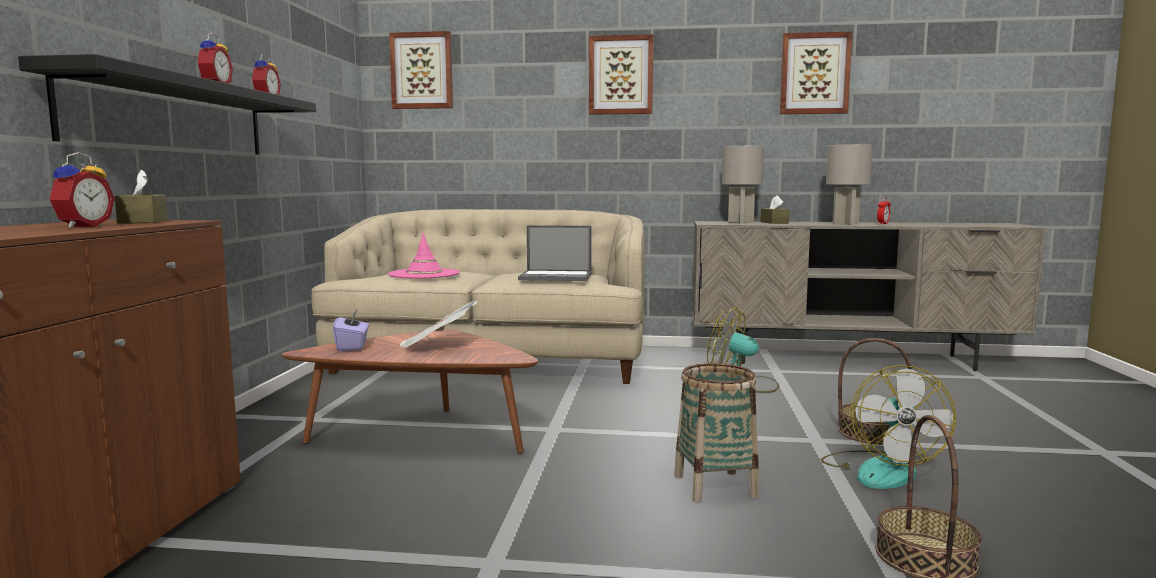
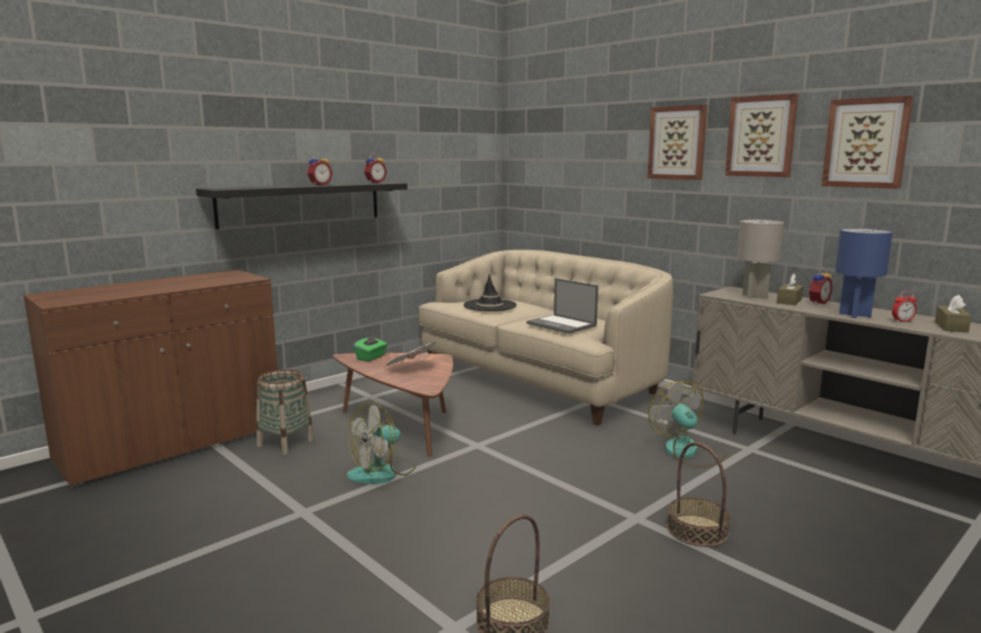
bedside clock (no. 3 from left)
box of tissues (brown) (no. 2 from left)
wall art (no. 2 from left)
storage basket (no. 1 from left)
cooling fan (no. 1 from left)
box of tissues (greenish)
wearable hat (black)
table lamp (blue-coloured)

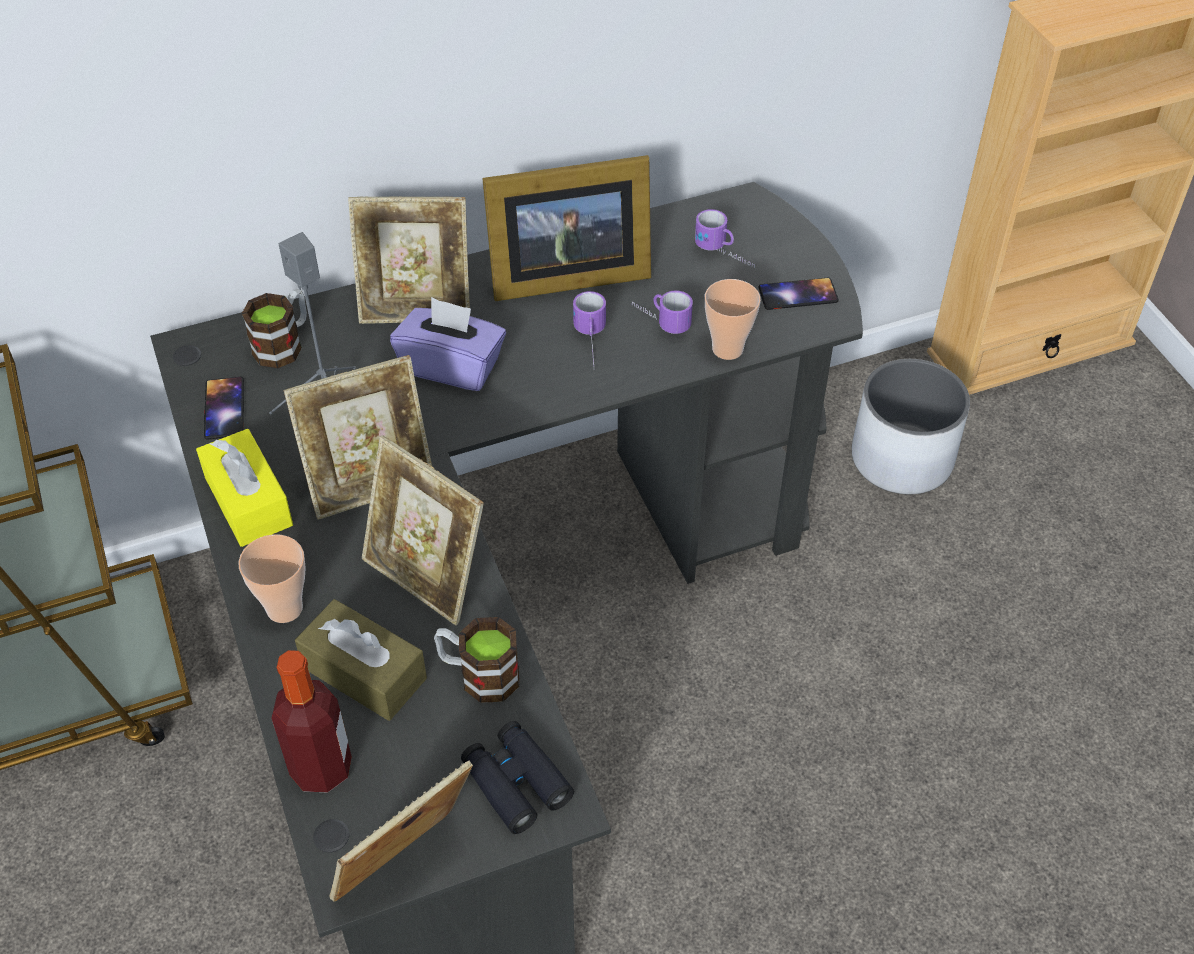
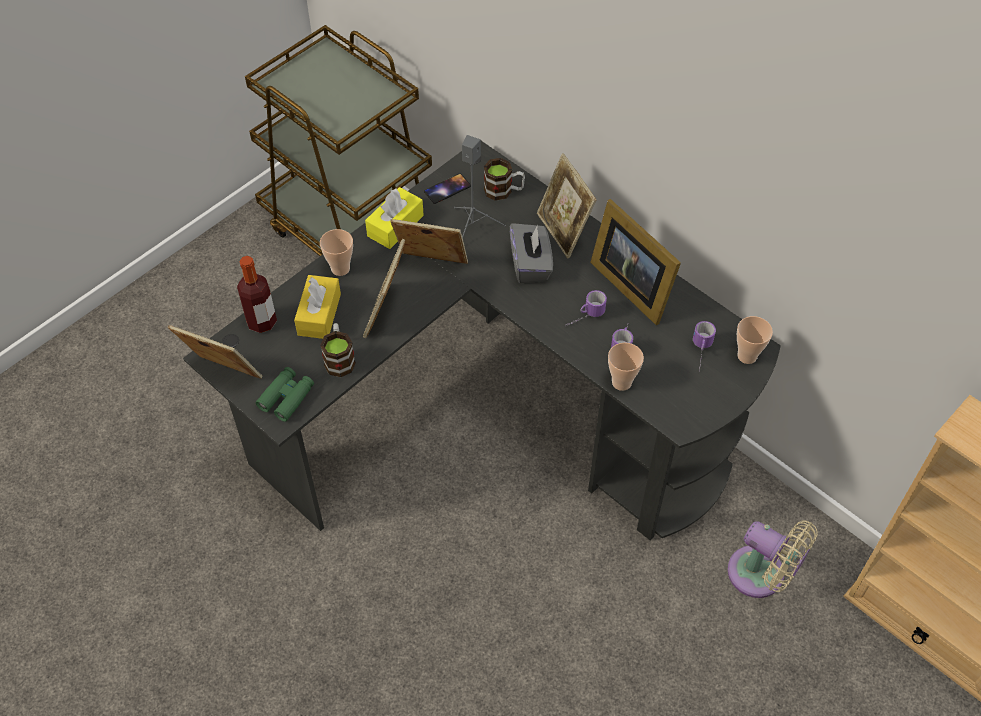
phone (no. 2 from left in the first image)
cup (no. 3 from left)
cooling fan (beige-coloured)
box of tissues (yellowish) (no. 1 from left)
box of tissues (gray)
binoculars (greenish)
picture frame (no. 3 from left)

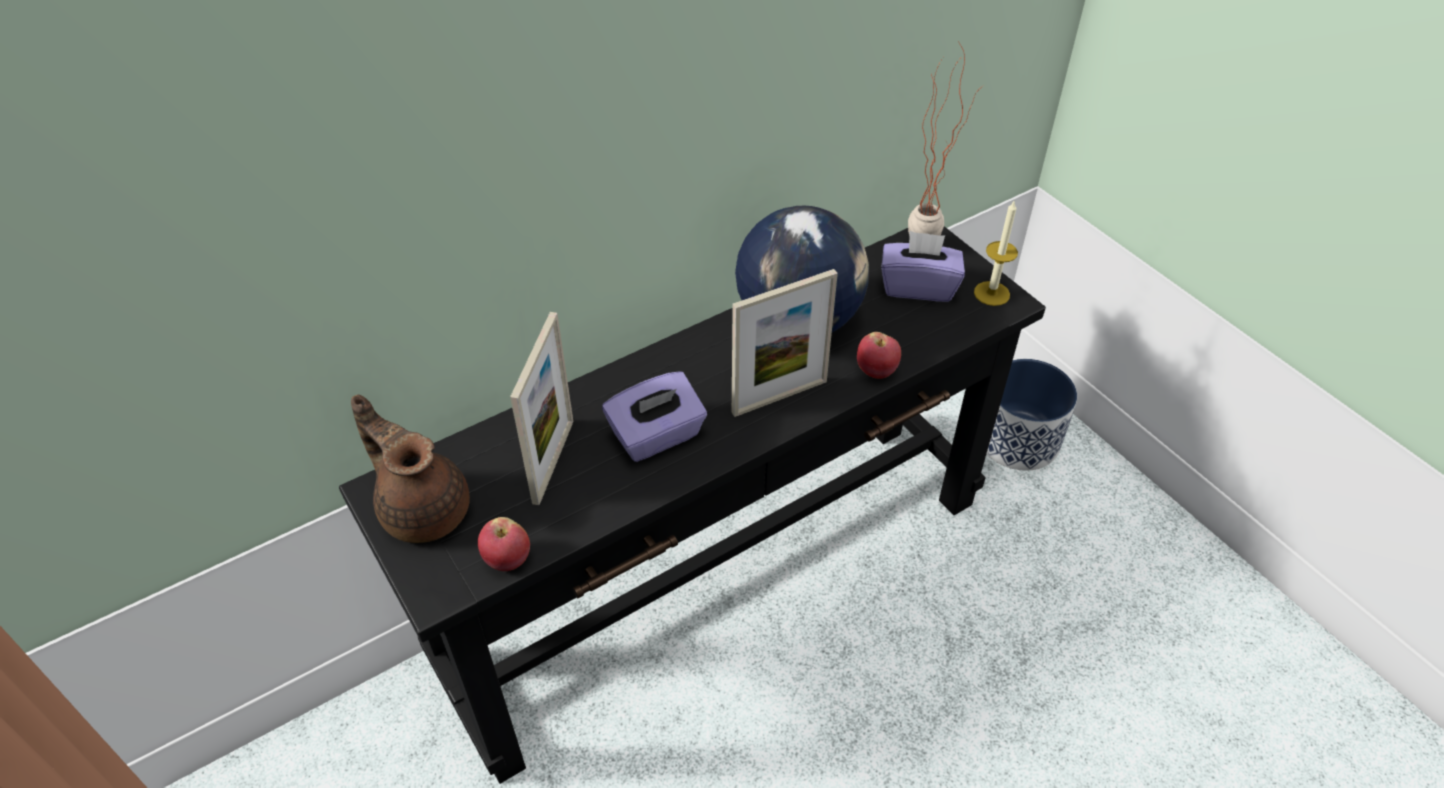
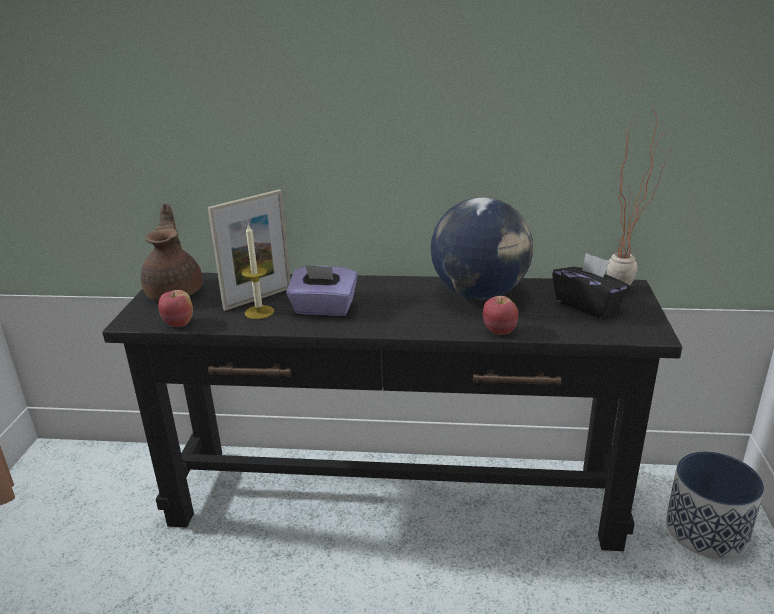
picture frame (no. 2 from left in the first image)
wax candle
box of tissues (black)

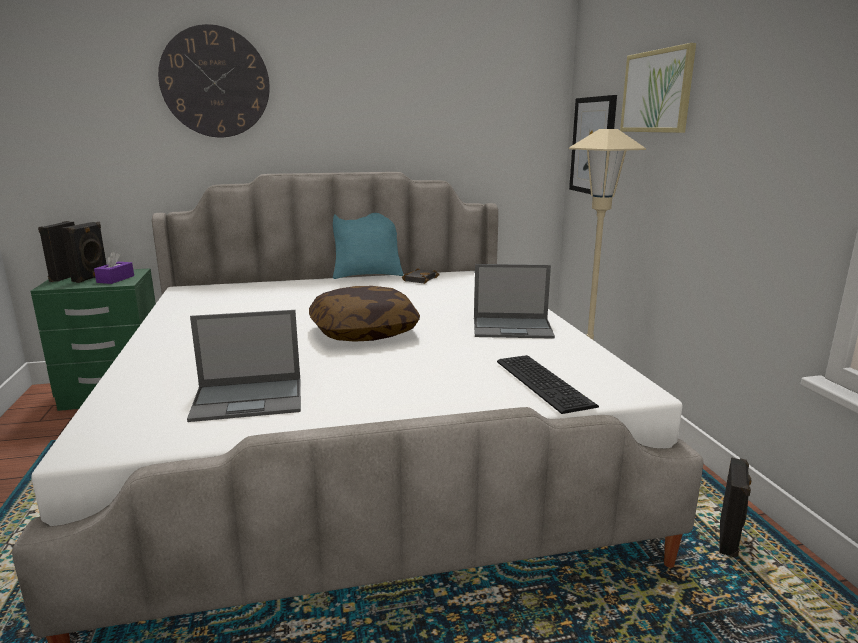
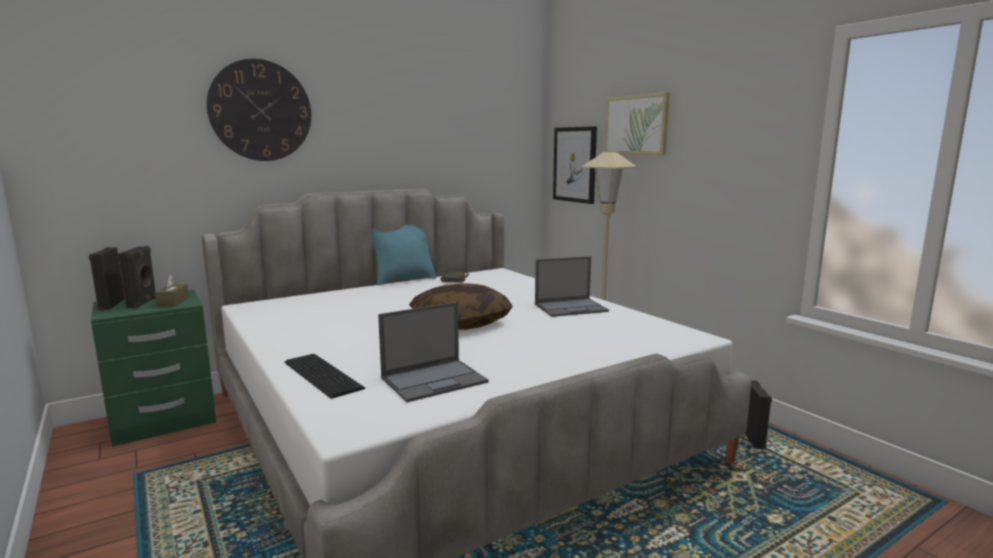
PC keyboard
box of tissues (brown)

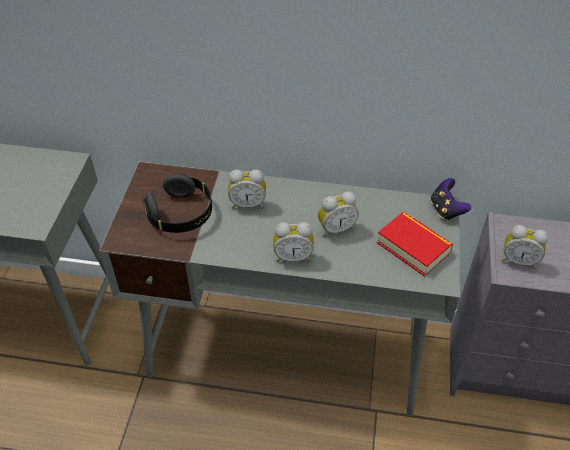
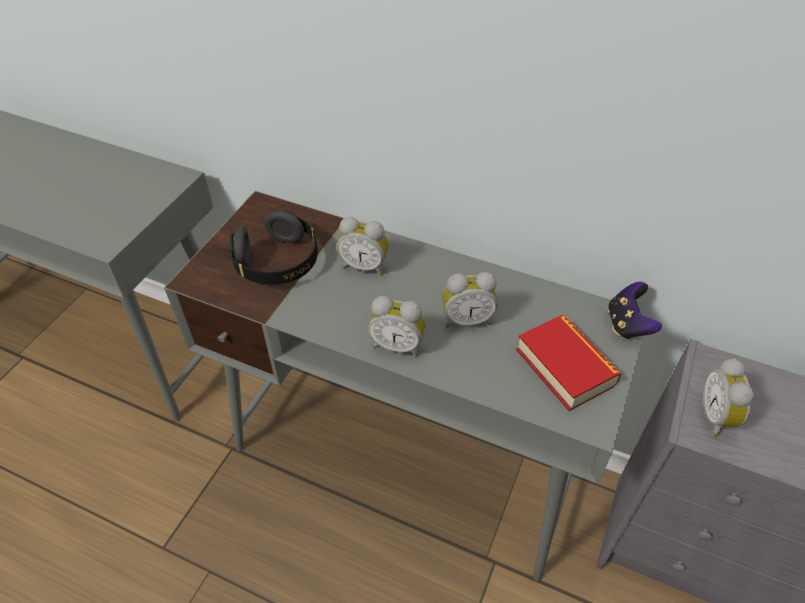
bedside clock (no. 4 from left)

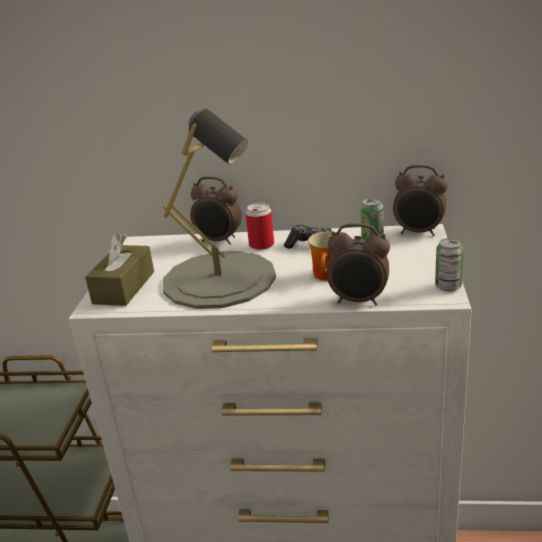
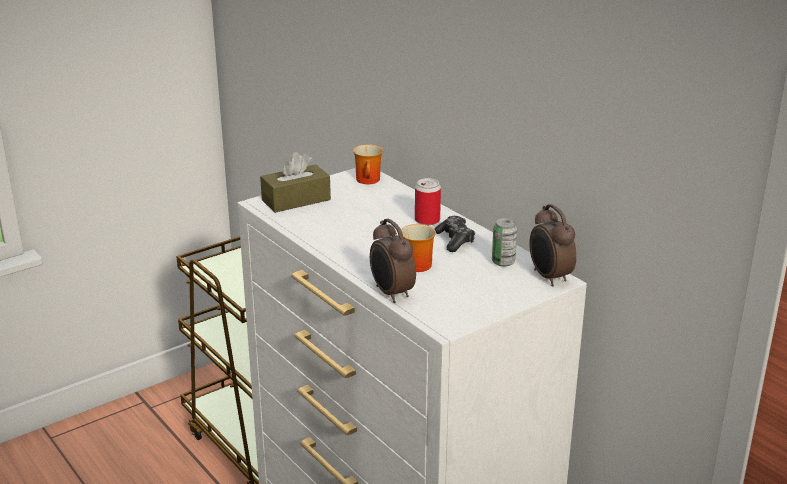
table lamp (gray)
bedside clock (no. 1 from left in the first image)
can (no. 3 from left in the first image)
mug (no. 1 from left)

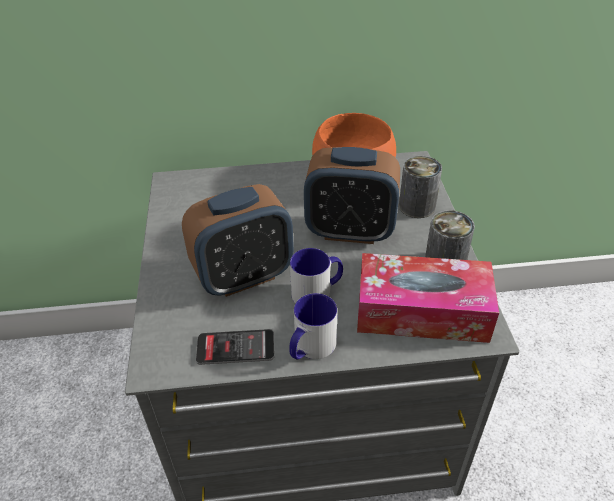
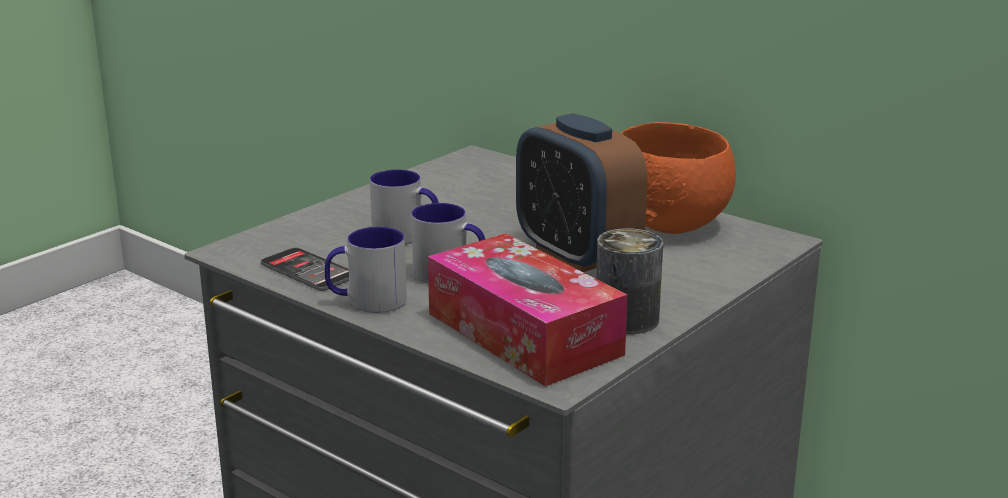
can (no. 1 from left in the first image)
mug (no. 2 from left)

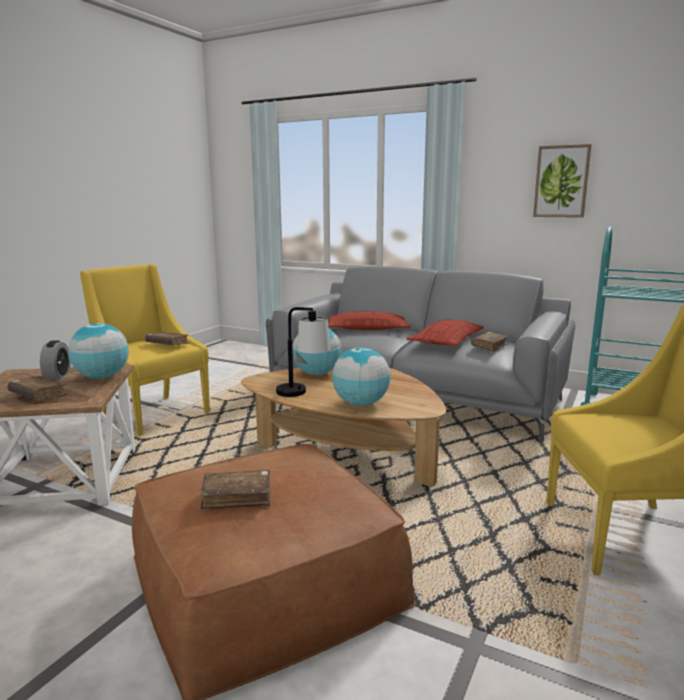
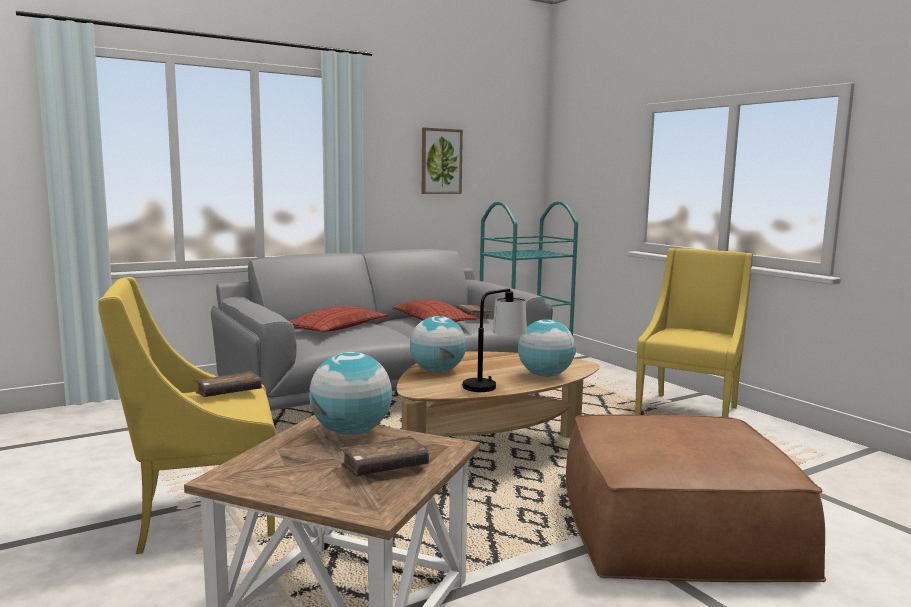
bedside clock
book (brown) (no. 3 from left in the first image)

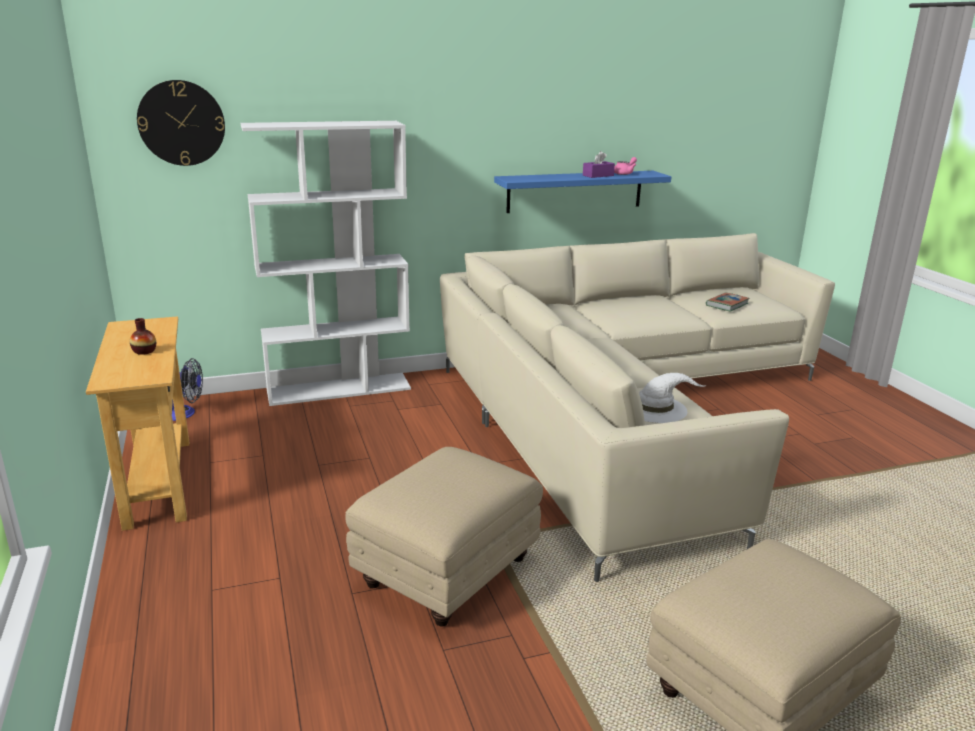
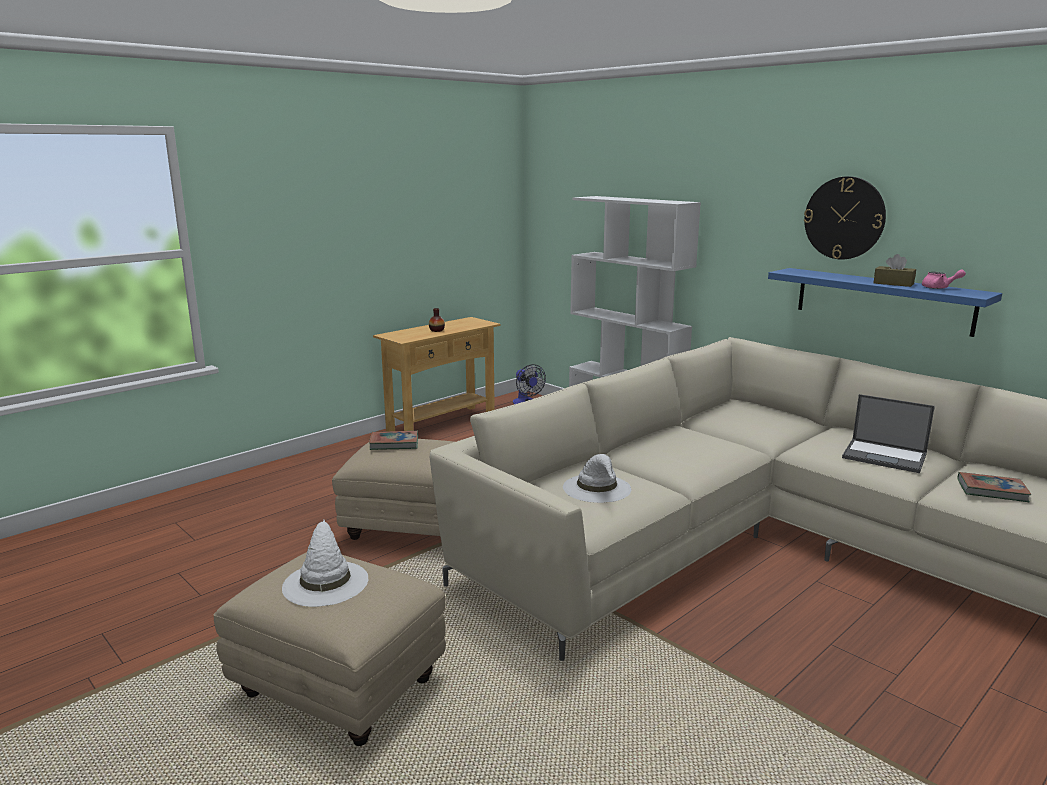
wearable hat (whitish) (no. 1 from left)
book (no. 1 from left)
portable computer
hanging clock
box of tissues (brown)

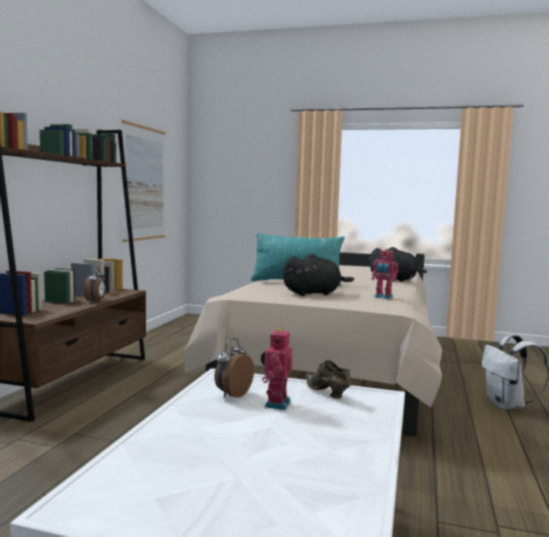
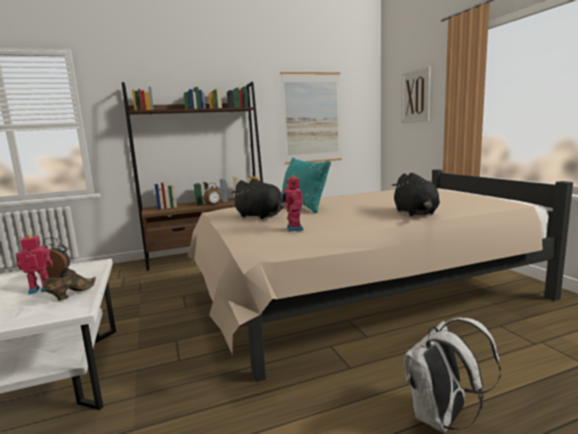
wall art (no. 2 from left)

